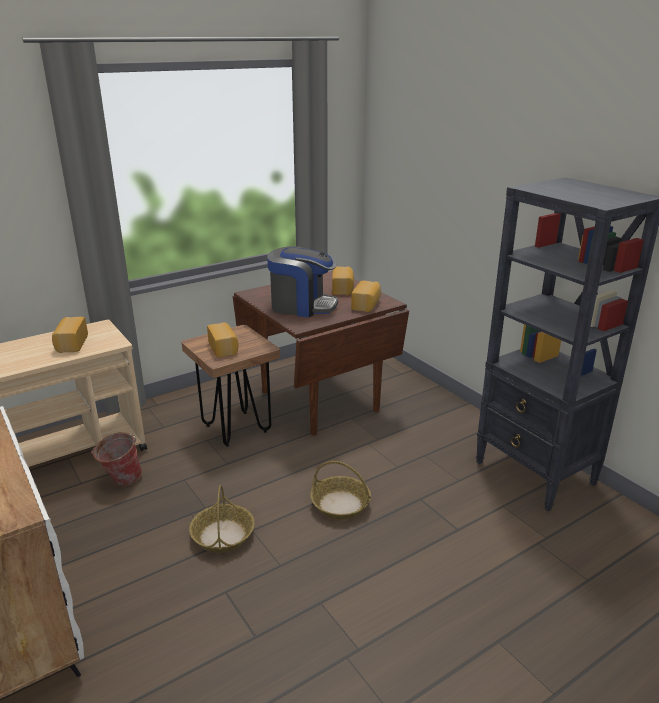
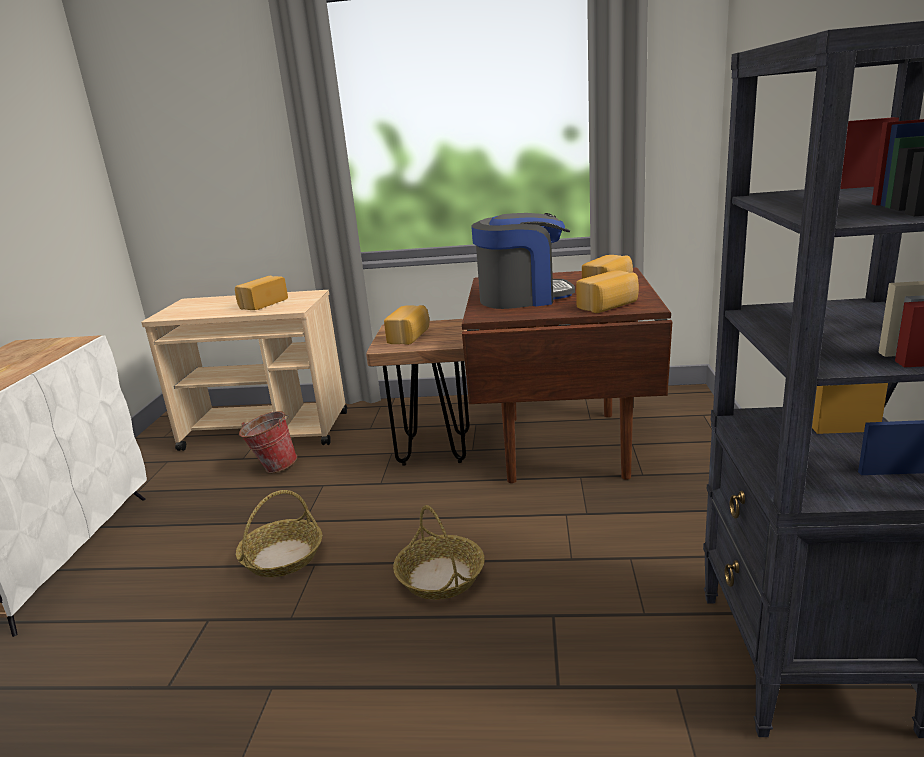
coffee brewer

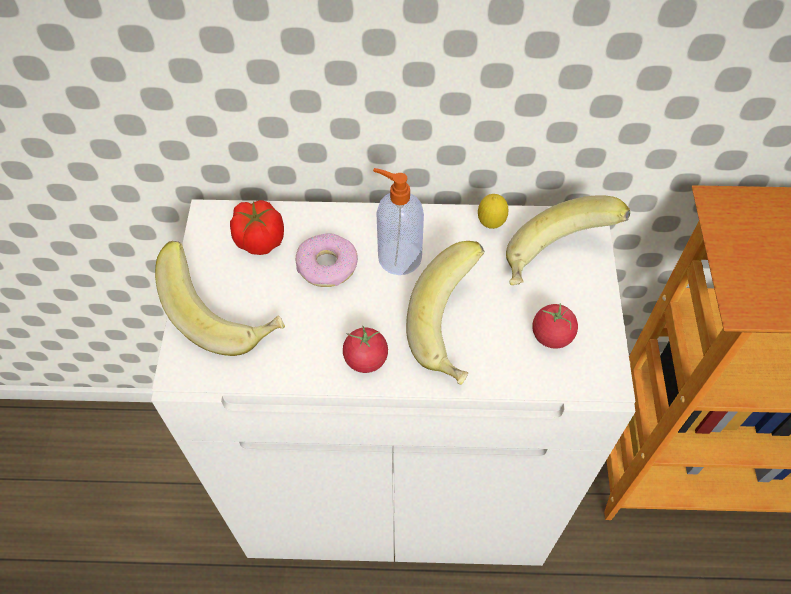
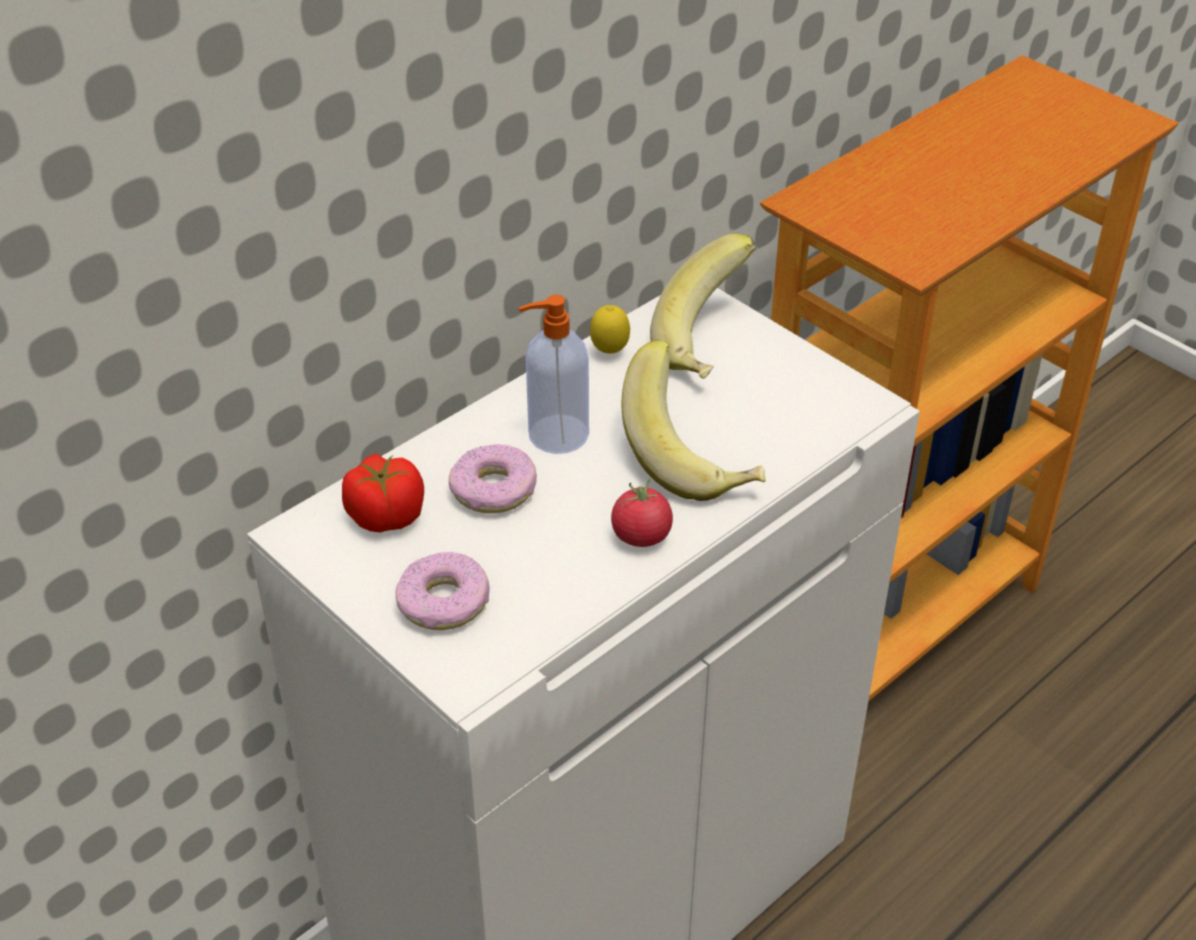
tomato (no. 3 from left in the first image)
donut (no. 1 from left)

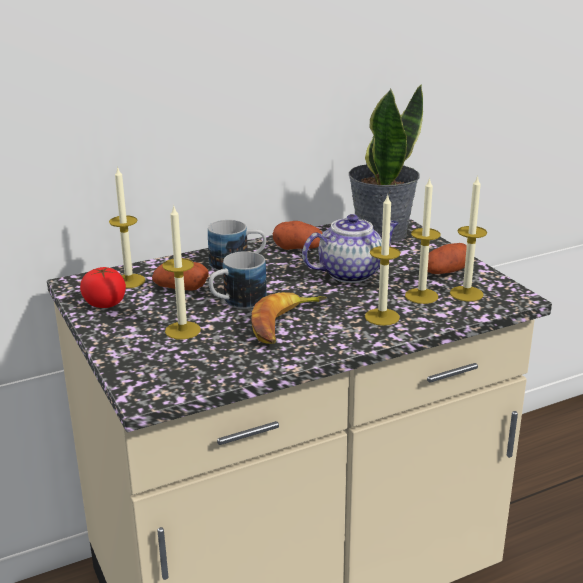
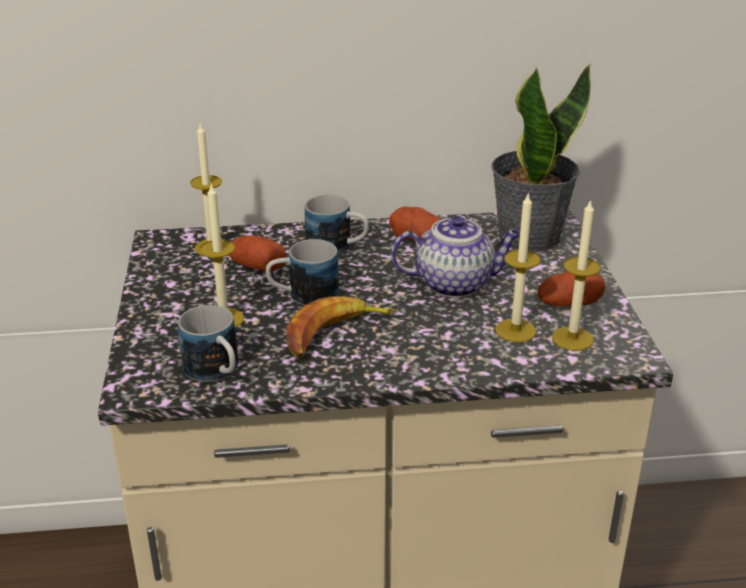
tomato
wax candle (no. 3 from left in the first image)
mug (no. 1 from left)

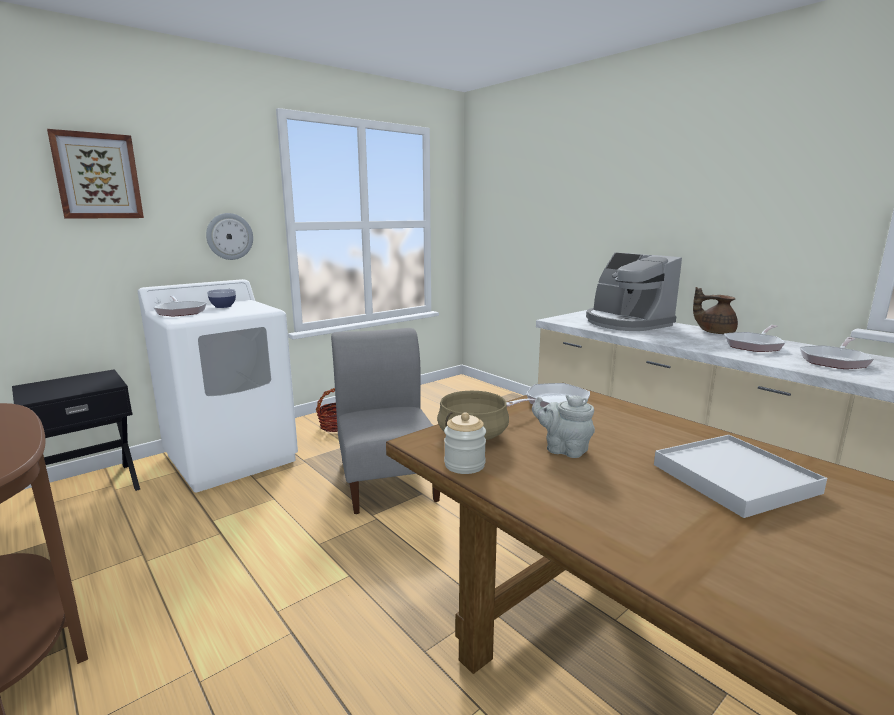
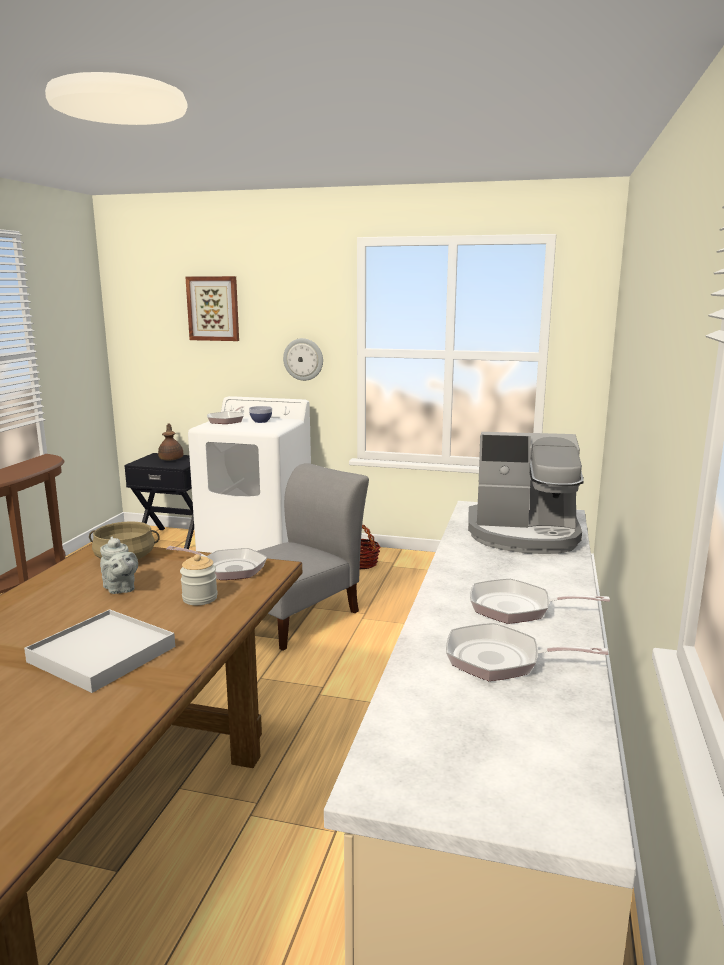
jar
teapot (brown)
teapot (gray)
coffee brewer

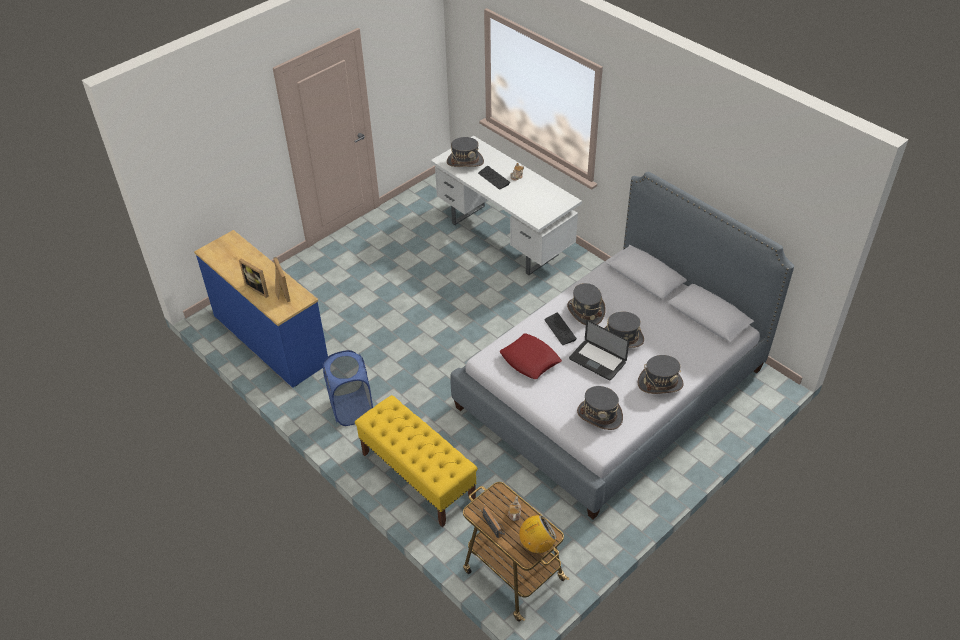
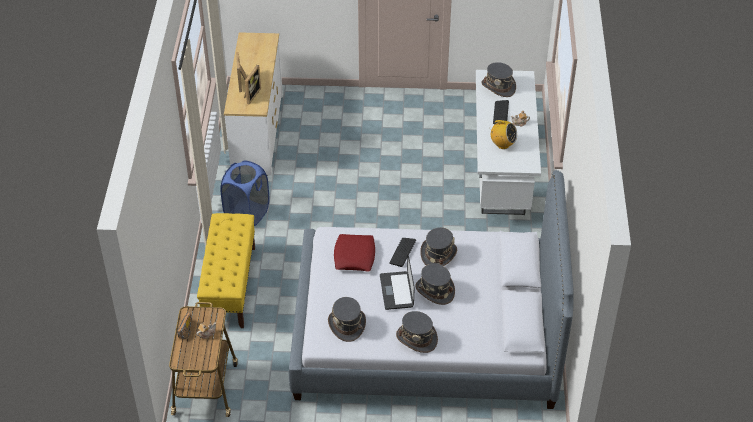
radio receiver (no. 2 from left)
dresser (whitish)

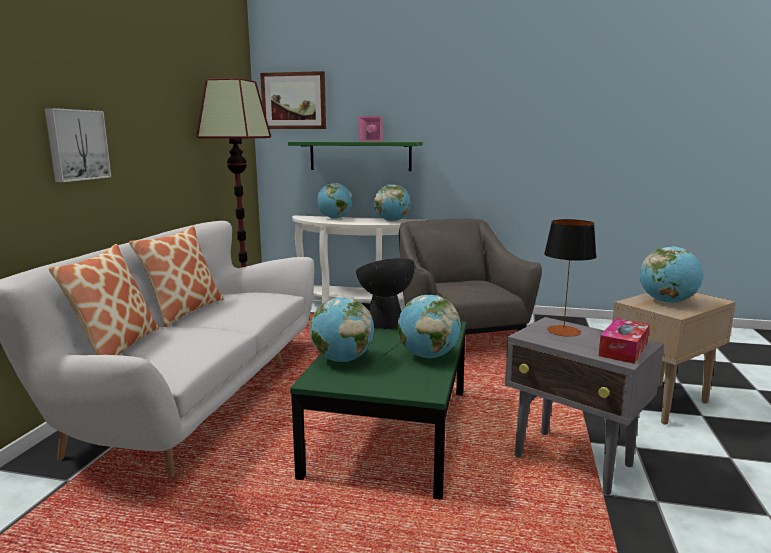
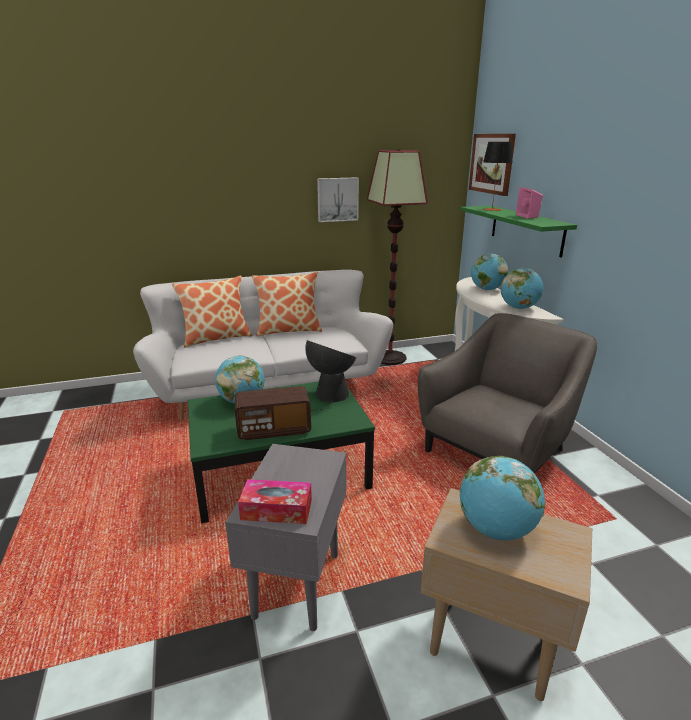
wall art (no. 1 from left)
table lamp (no. 2 from left)
radio receiver

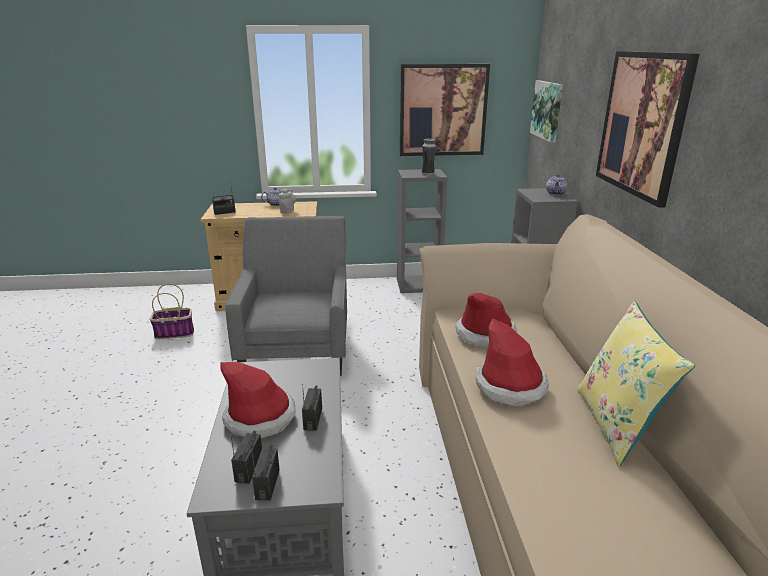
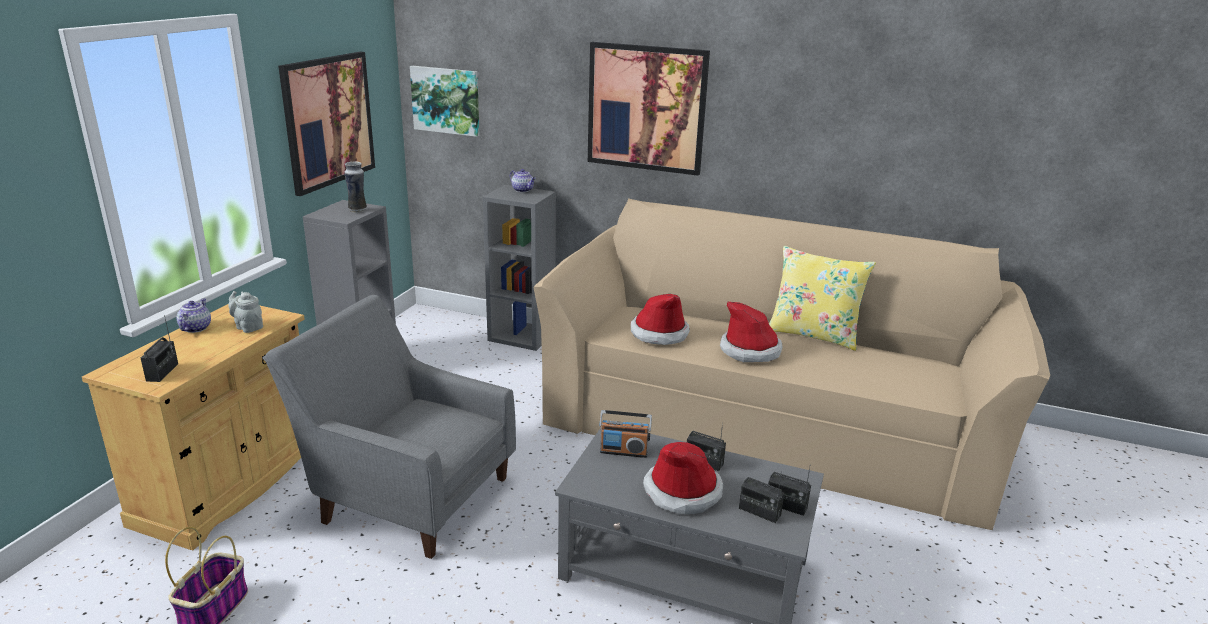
radio receiver (no. 2 from left)

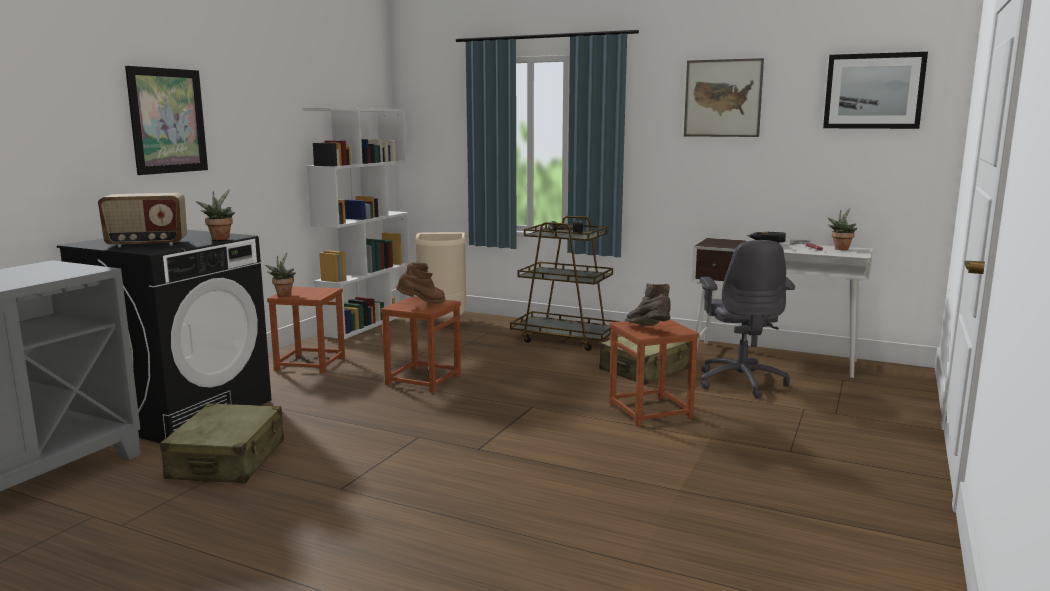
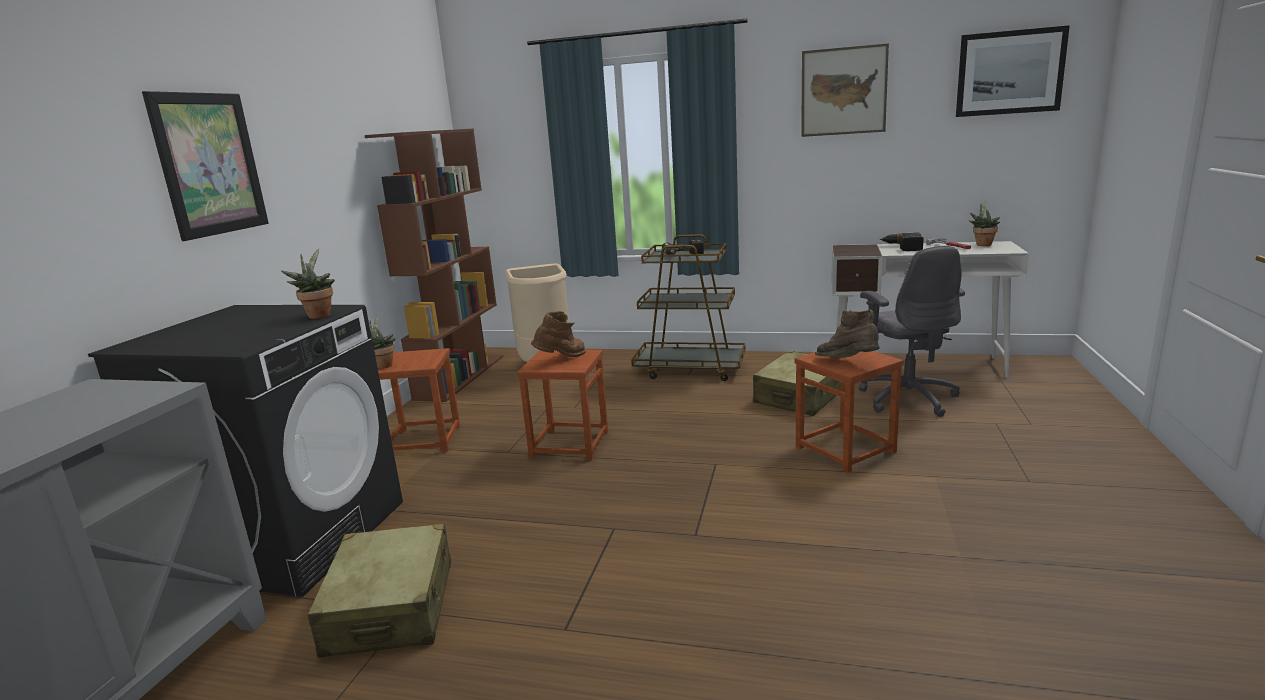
radio receiver
bookshelf (brown)

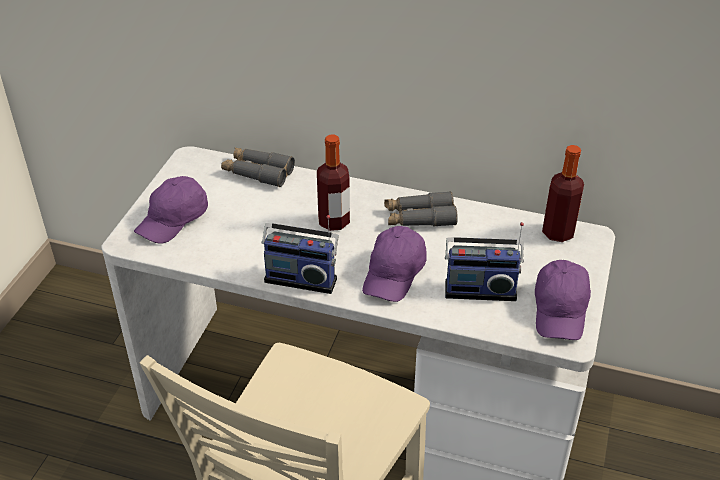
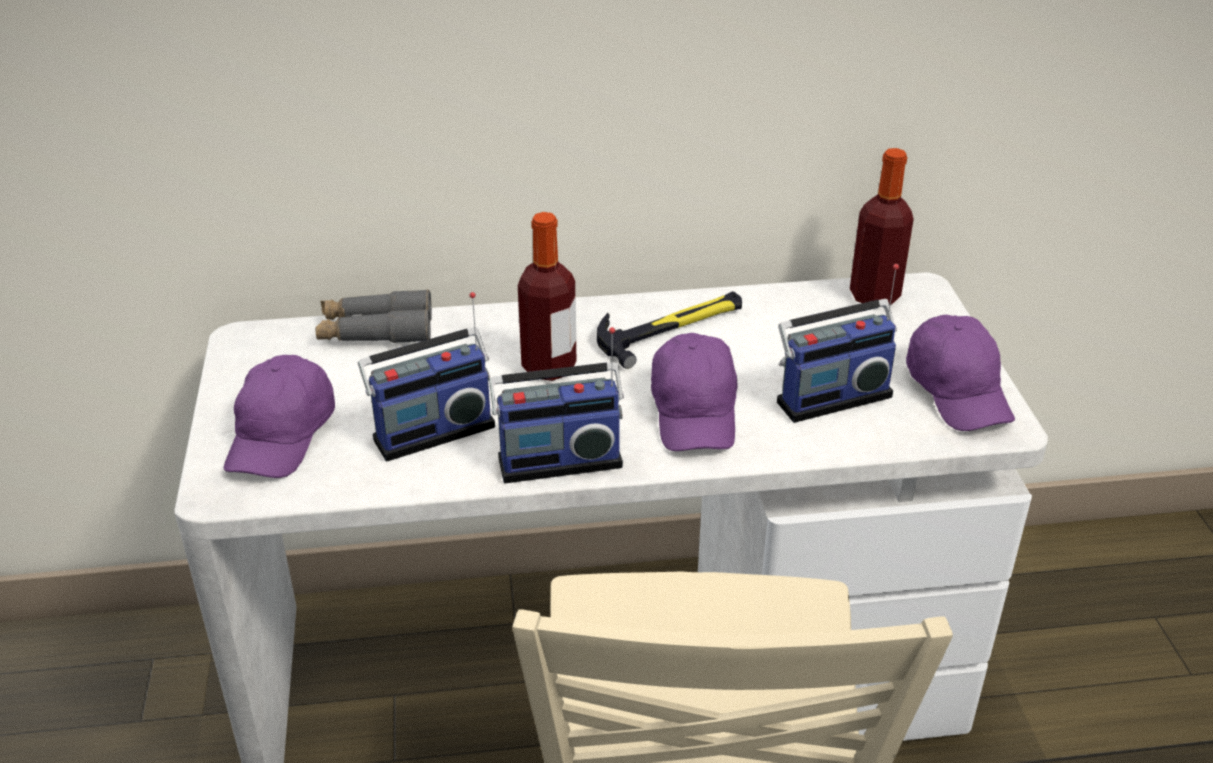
radio receiver (no. 1 from left)
tool hammer

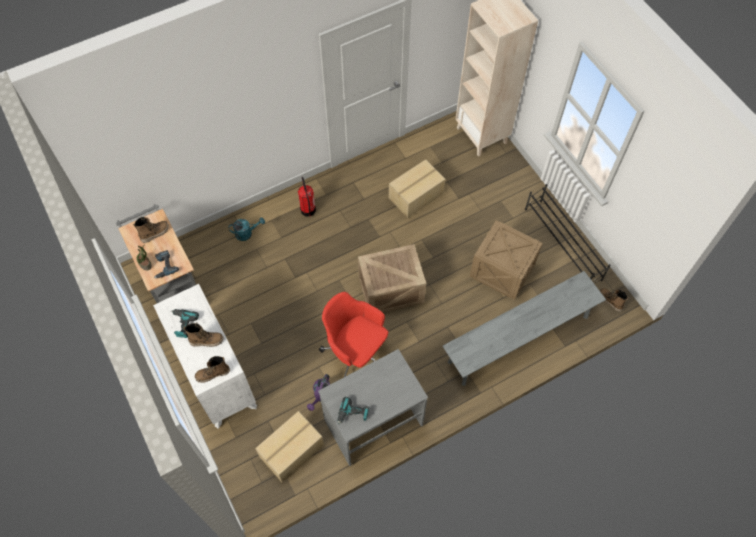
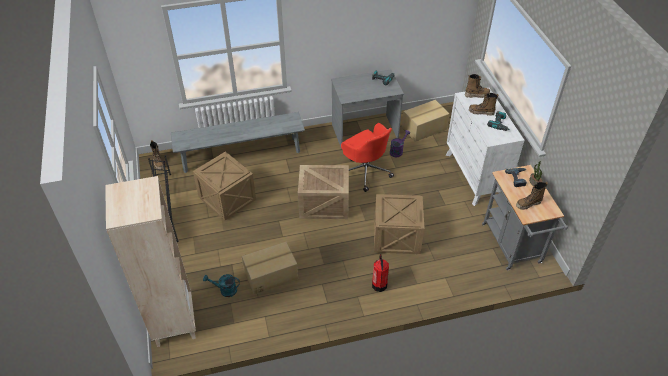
packing crate (no. 3 from left)
watering pot (turquoise)

